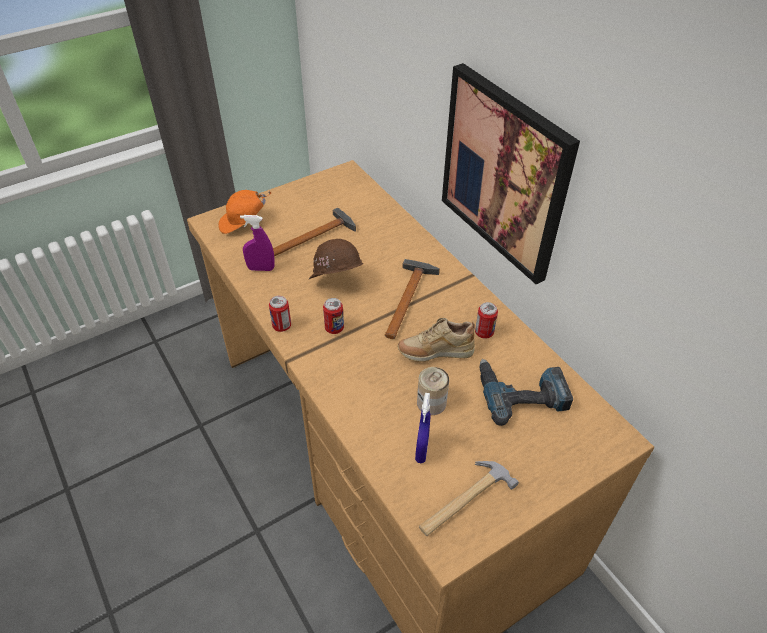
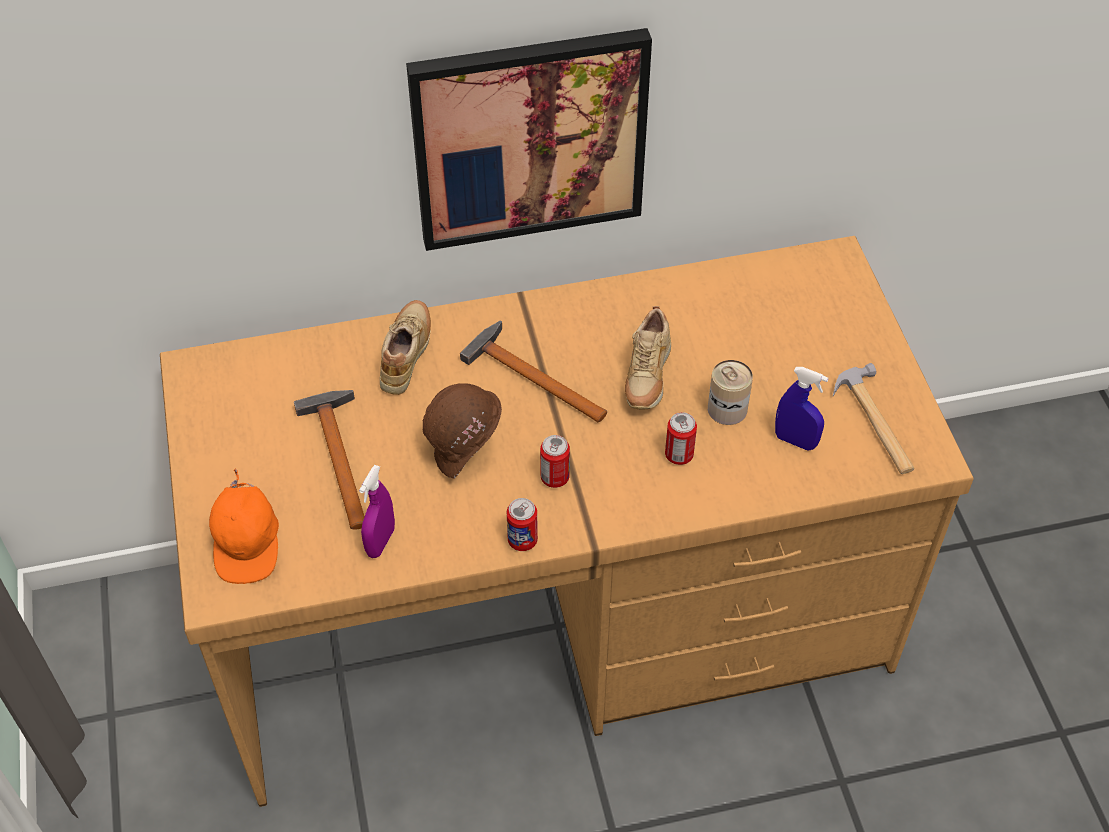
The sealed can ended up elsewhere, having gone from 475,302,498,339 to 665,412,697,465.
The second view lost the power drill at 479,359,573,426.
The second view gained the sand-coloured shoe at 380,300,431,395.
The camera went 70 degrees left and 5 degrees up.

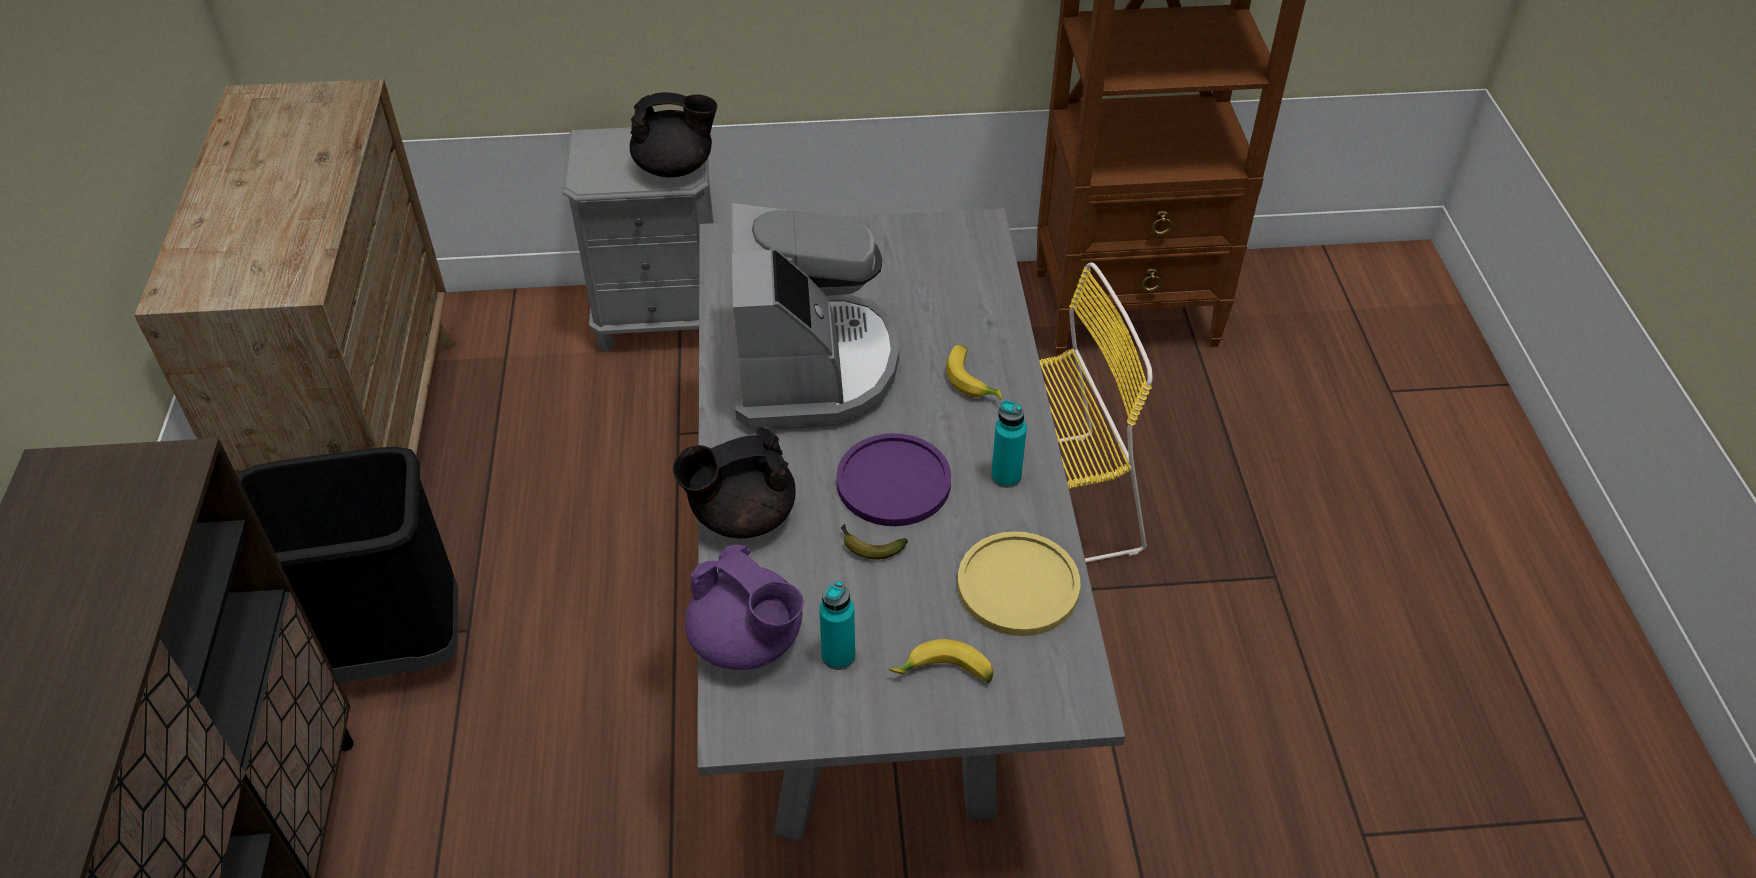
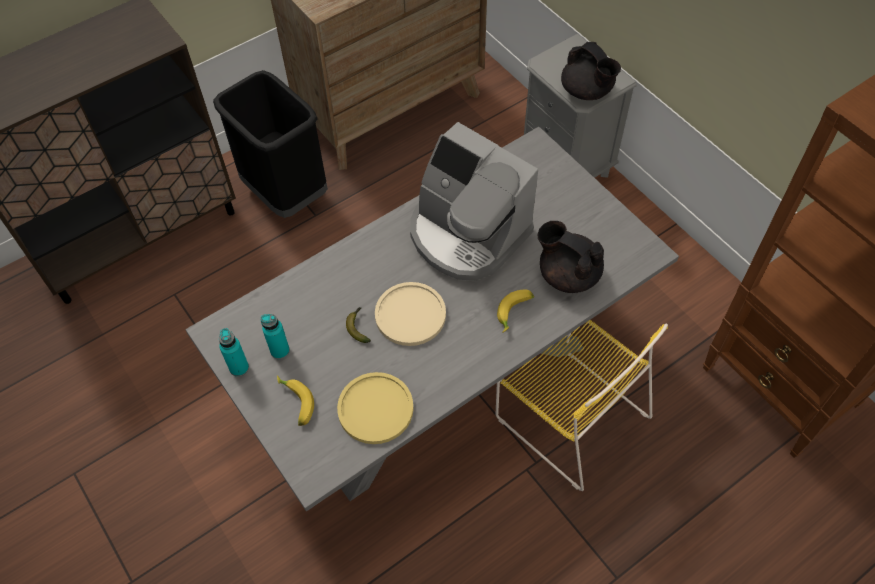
The coffee brewer at 731,203,899,431 ended up facing another way, 75 degrees clockwise from before.
The turquoise bottle ended up elsewhere, having gone from 991,400,1027,488 to 219,328,249,377.
The black-coloured pot for tea ended up elsewhere, having gone from 673,427,796,538 to 537,221,604,293.
What was the purplish plate at 836,433,951,526 turned into the sand-coloured plate at 375,282,446,346.
The second view lost the purplish pot for tea at 685,545,804,670.
The camera went 60 degrees right and 10 degrees up.

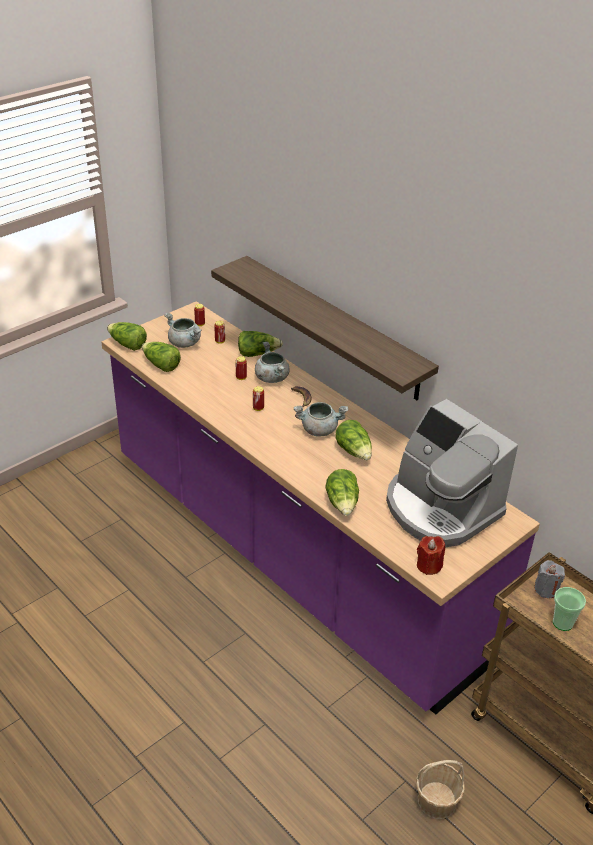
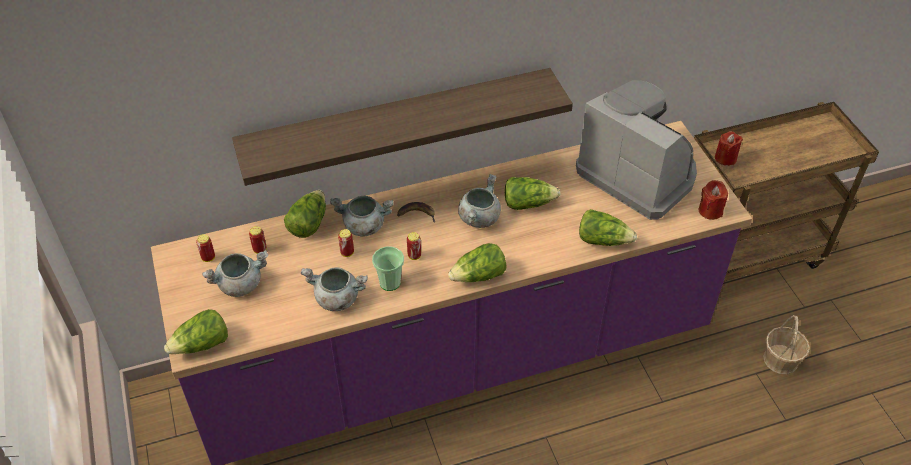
The head of lettuce ended up elsewhere, having gone from 142,342,181,372 to 448,243,507,282.
The coffee brewer at 386,399,518,547 ended up facing another way, 120 degrees counterclockwise from before.
What was the gray wax candle at 534,560,565,598 turned into the red wax candle at 715,131,743,166.
The drinking cup ended up elsewhere, having gone from 553,587,586,631 to 372,247,404,291.
The second view gained the gray saucepot at 301,267,368,311.
The camera went 65 degrees left and 10 degrees up.

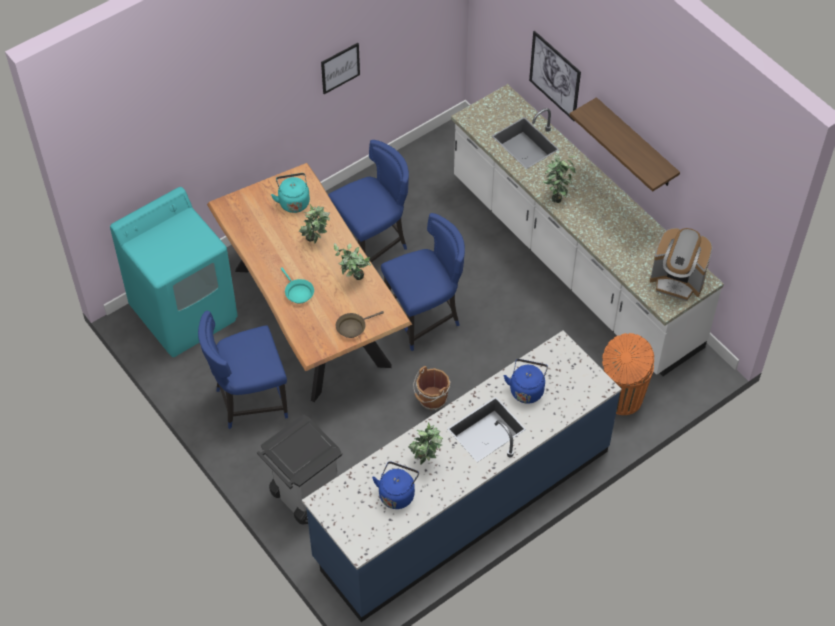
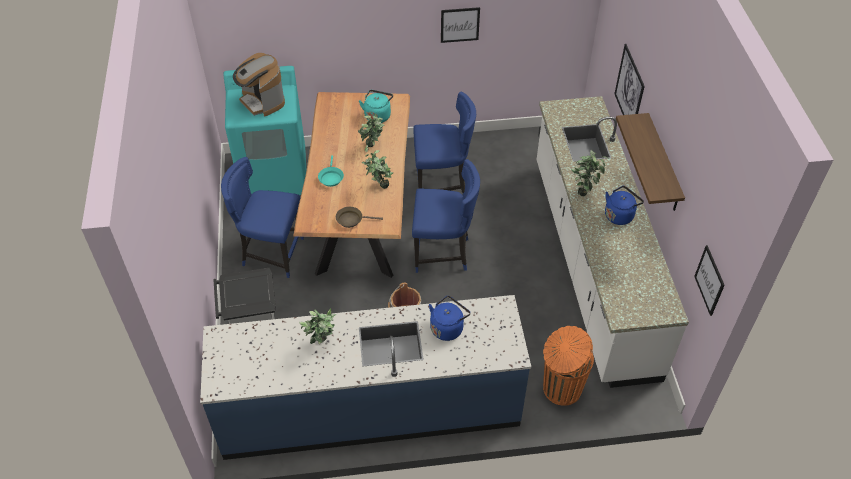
The coffee brewer ended up elsewhere, having gone from 650,228,712,301 to 233,53,285,117.
The blue kettle ended up elsewhere, having gone from 372,461,419,509 to 605,186,644,225.
The second view gained the wall picture at 694,245,725,316.
The camera went 30 degrees right and 5 degrees down.

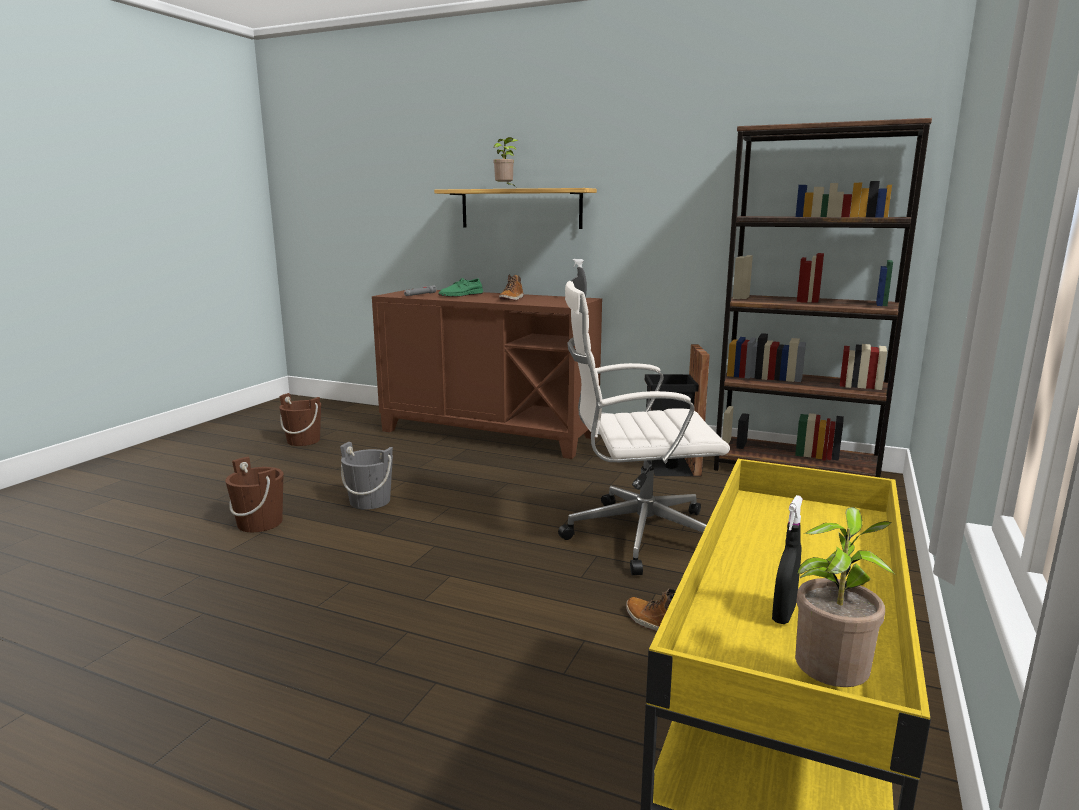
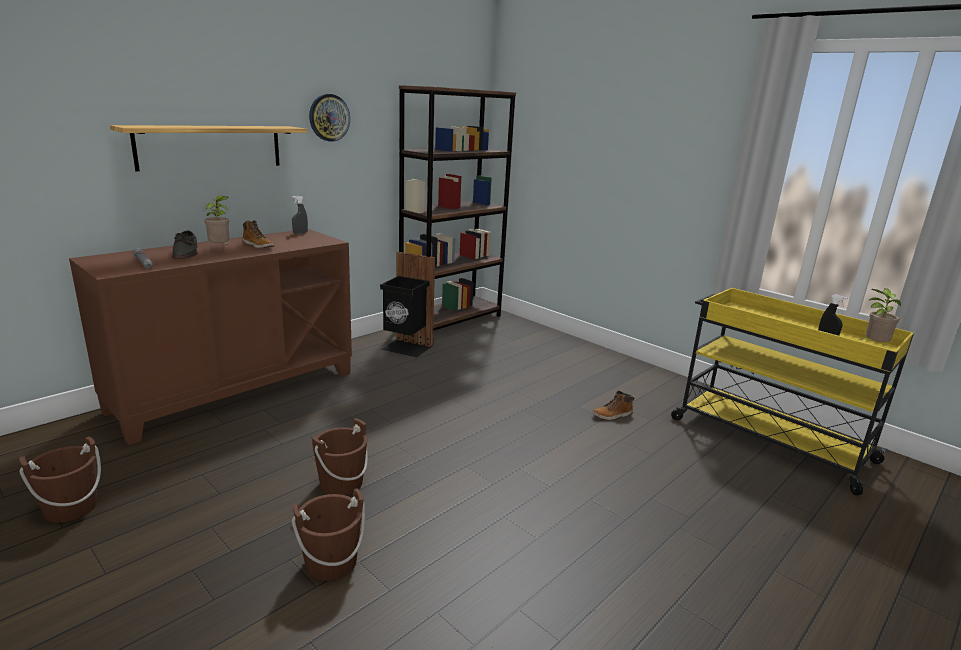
The houseplant ended up elsewhere, having gone from 493,137,518,187 to 203,195,229,246.
What was the greenish shoe at 438,278,483,297 turned into the gray shoe at 172,230,198,259.
The second view lost the white-coloured desk chair at 558,281,730,575.
What was the gray pail at 340,442,393,509 turned into the brownish pail at 312,418,368,495.
The second view gained the hanging clock at 309,94,350,142.
The camera went 70 degrees left and 5 degrees up.

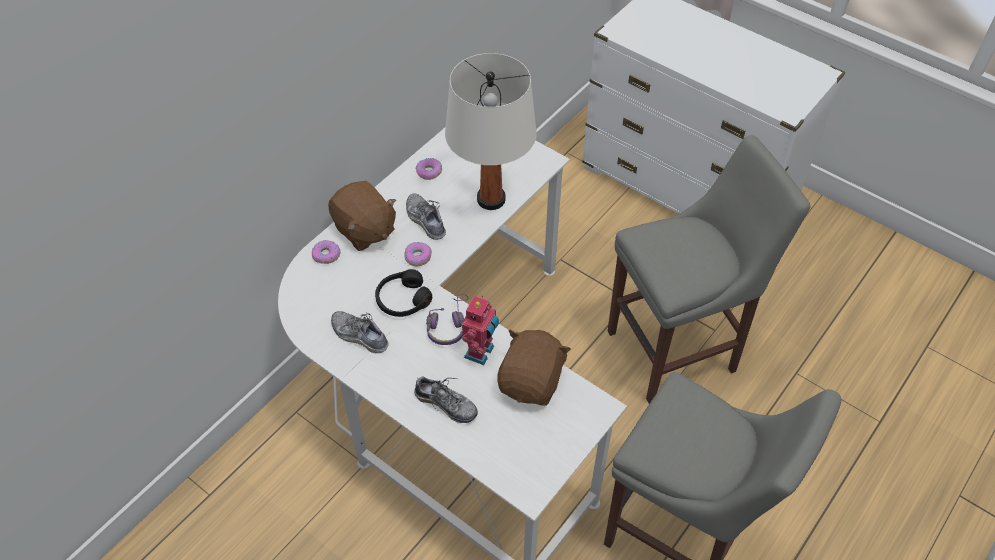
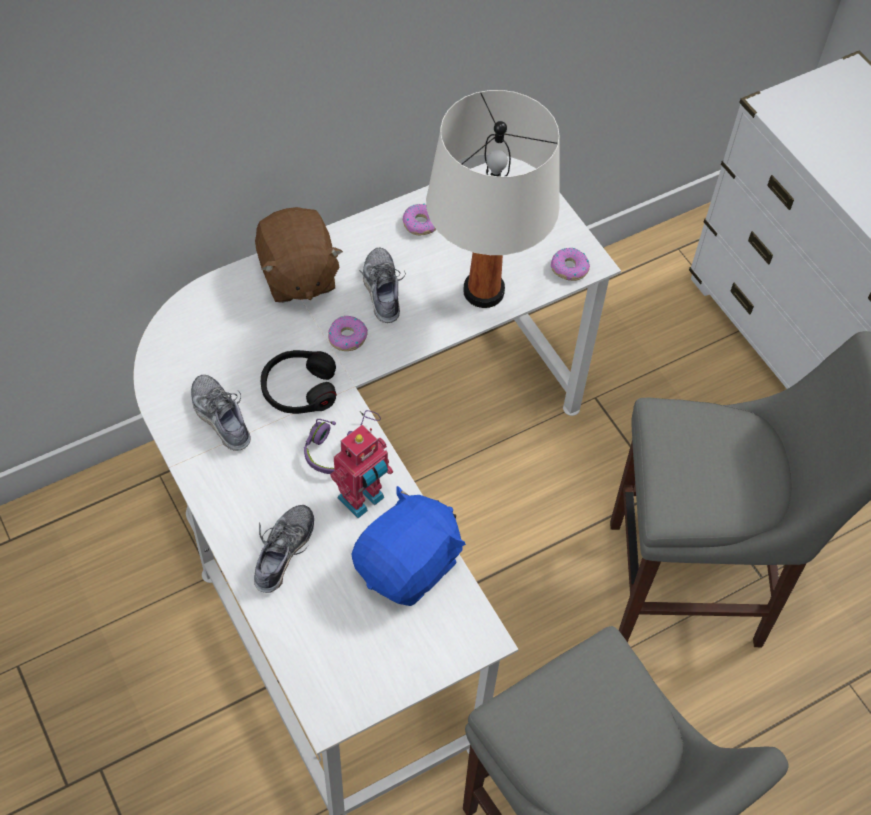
The donut ended up elsewhere, having gone from 312,240,340,264 to 551,248,590,281.
What was the brownish plush toy at 497,330,571,405 turned into the blue plush toy at 352,486,466,606.
The shoe at 414,376,478,423 ended up facing another way, 120 degrees counterclockwise from before.
The camera went 20 degrees right and 5 degrees up.

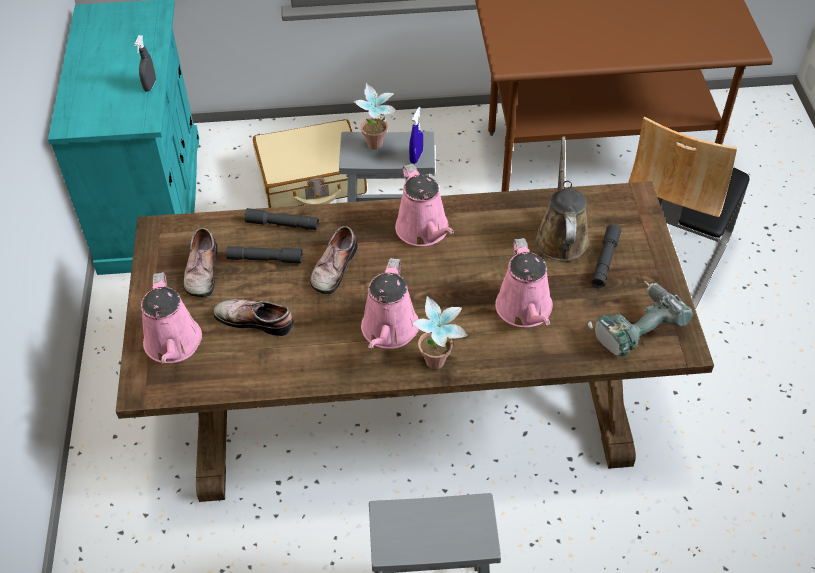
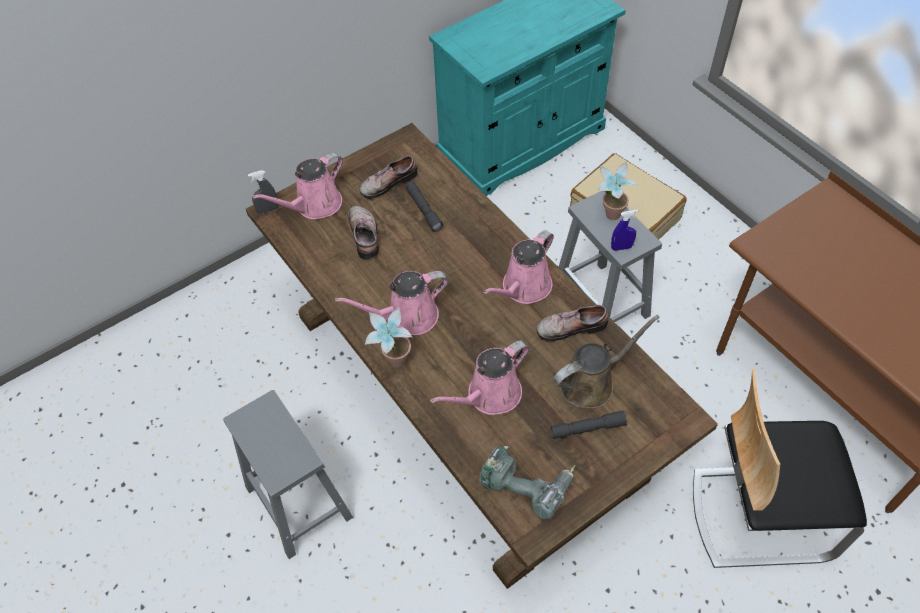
The gray hand sprayer ended up elsewhere, having gone from 134,35,156,92 to 248,170,278,214.
The second view lost the gray torch at 244,208,319,230.
The shoe ended up elsewhere, having gone from 310,226,358,294 to 537,305,608,341.
The camera went 60 degrees right and 5 degrees up.

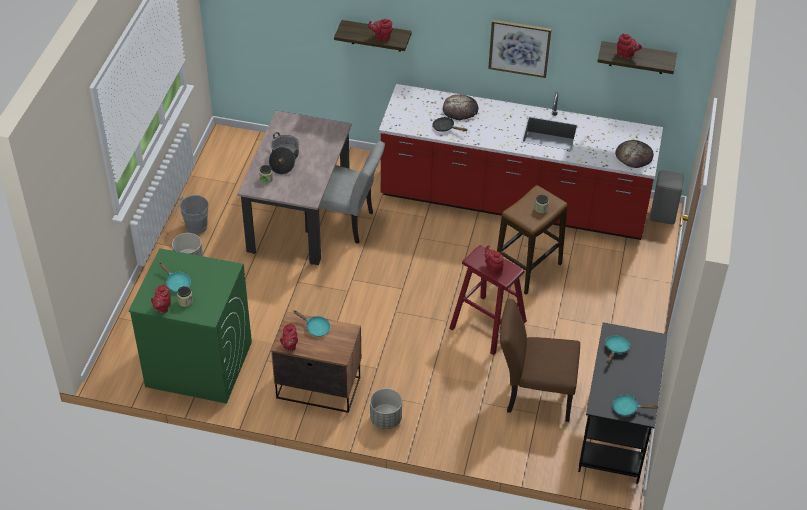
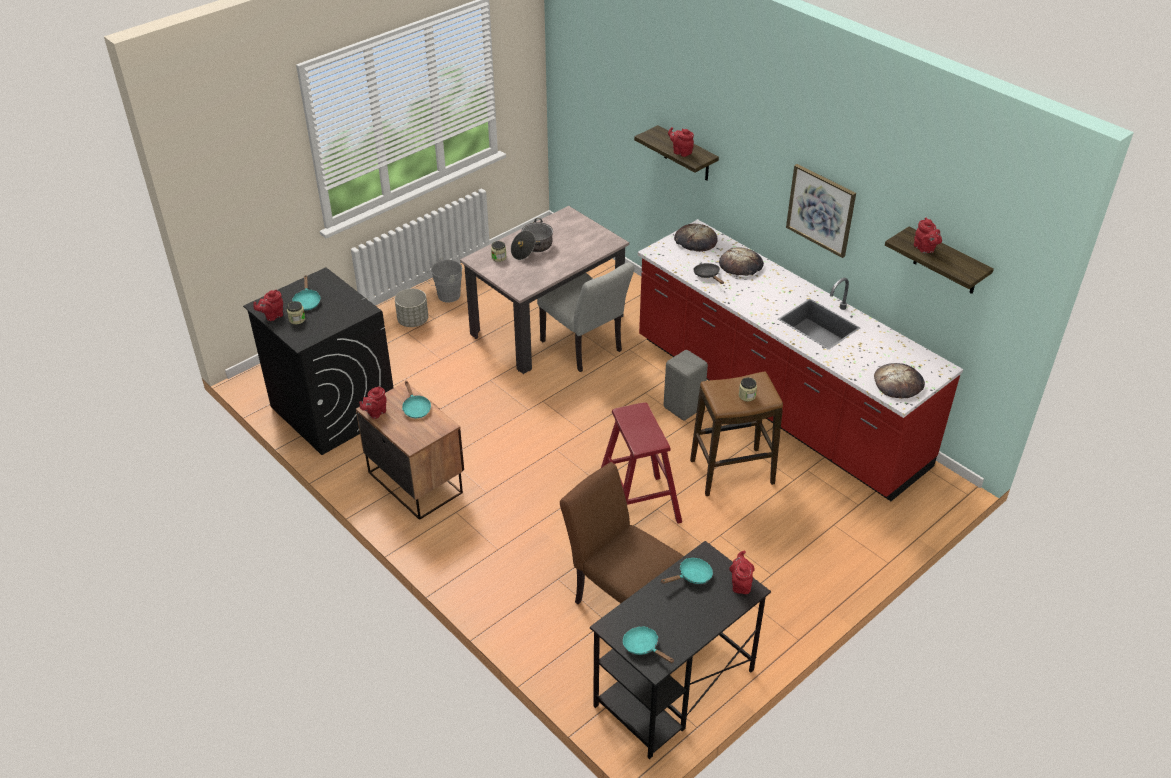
The gray stool seat ended up elsewhere, having gone from 650,170,684,225 to 664,350,708,420.
The red pot for tea ended up elsewhere, having gone from 484,245,504,274 to 729,551,755,594.
What was the greenish laundry machine at 129,248,252,404 turned into the black-coloured laundry machine at 243,267,394,455.
The second view lost the gray plant pot at 370,388,402,429.
The second view gained the bread at 674,224,717,252.
The camera went 35 degrees right and 5 degrees down.

